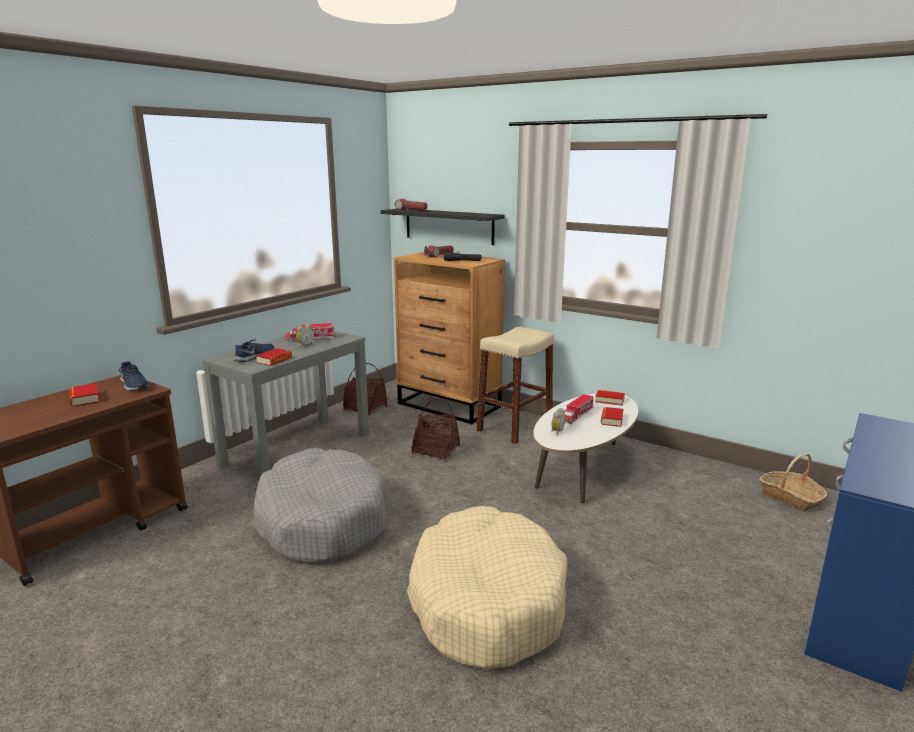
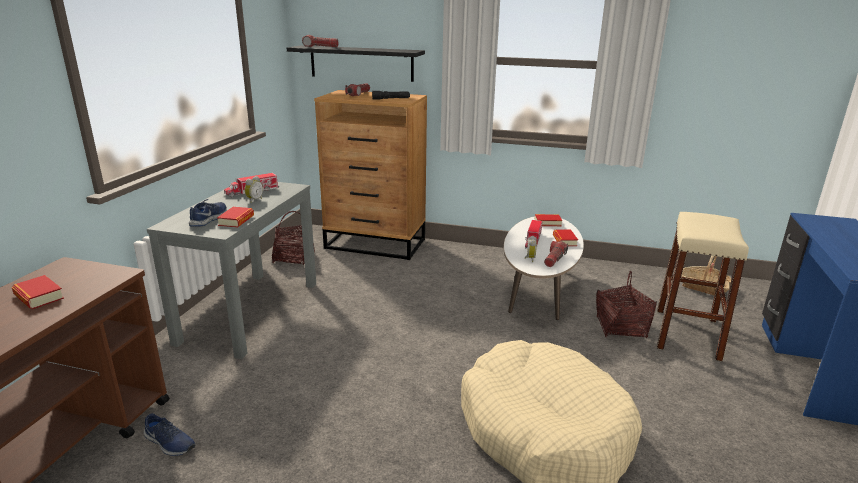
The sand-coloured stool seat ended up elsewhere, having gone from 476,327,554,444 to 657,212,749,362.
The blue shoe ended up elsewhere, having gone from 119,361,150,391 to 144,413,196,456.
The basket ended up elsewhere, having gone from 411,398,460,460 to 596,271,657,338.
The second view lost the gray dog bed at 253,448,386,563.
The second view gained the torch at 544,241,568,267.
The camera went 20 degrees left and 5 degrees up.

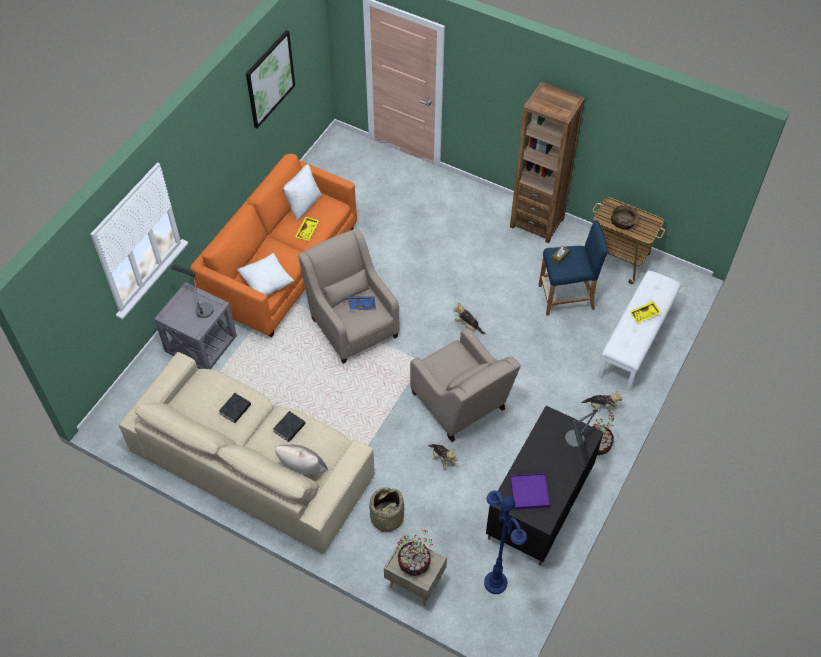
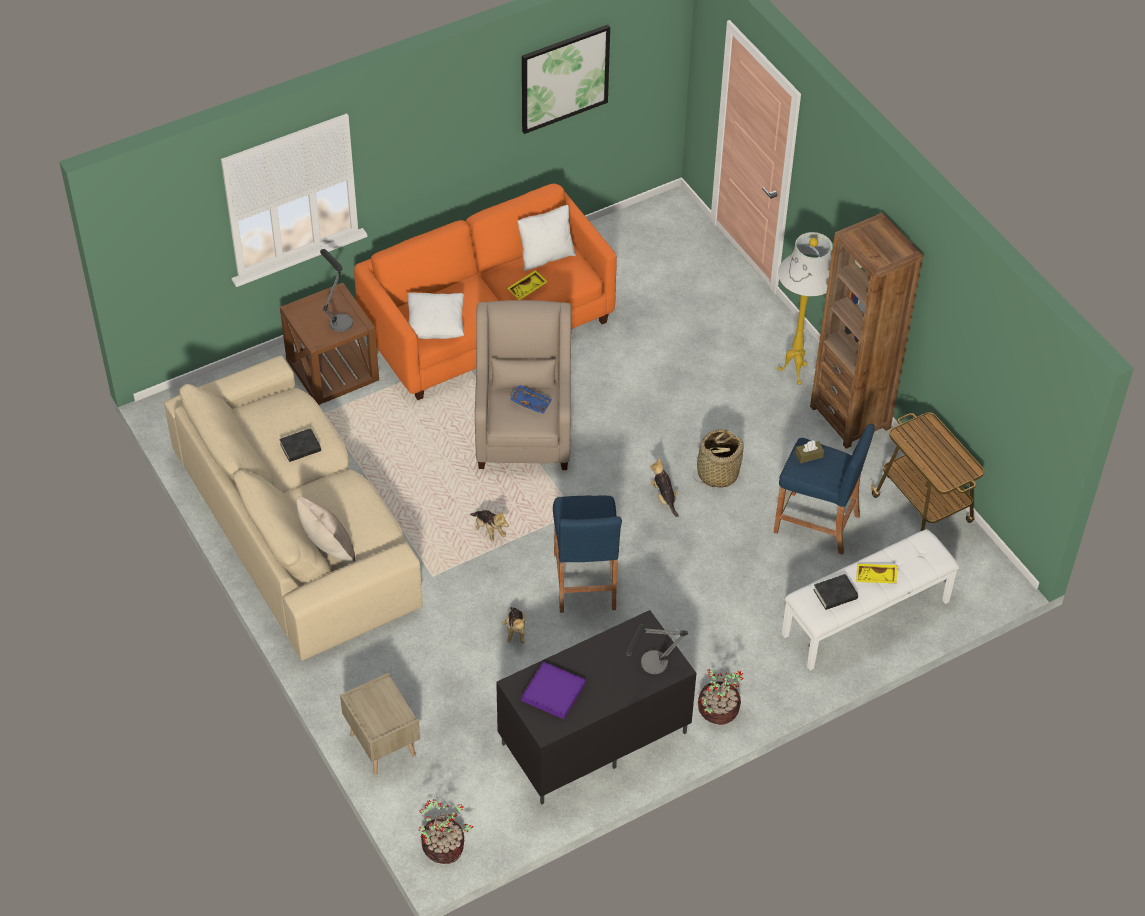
The second view lost the brownish serving bowl at 611,205,639,229.
What was the gray accent table at 154,282,237,369 turned into the brownish accent table at 280,283,379,405.
Where the sand-coloured armchair stood at 410,328,521,442, the blue stool seat came to stand at 553,495,622,613.
The plush toy ended up elsewhere, having gone from 581,391,622,414 to 470,510,509,542.
The black-coloured volume ended up elsewhere, having gone from 273,411,306,442 to 813,574,858,610.
The basket ended up elsewhere, having gone from 369,487,404,534 to 693,429,744,487.
The second view lost the blue standing lamp at 484,491,527,594.
The houseplant ended up elsewhere, having gone from 396,529,433,576 to 419,799,473,864.
The second view gained the white-coloured standing lamp at 777,232,833,385.
The camera went 30 degrees right and 5 degrees down.

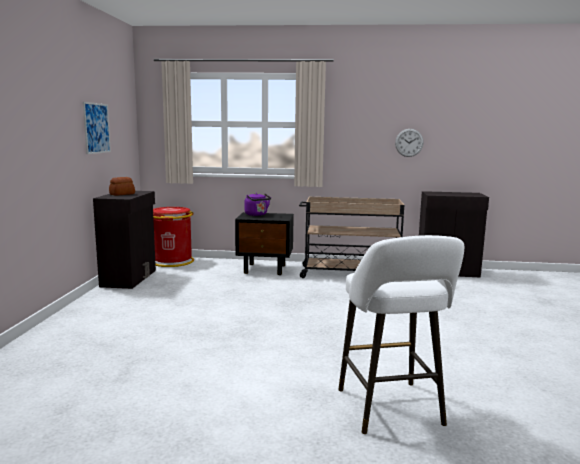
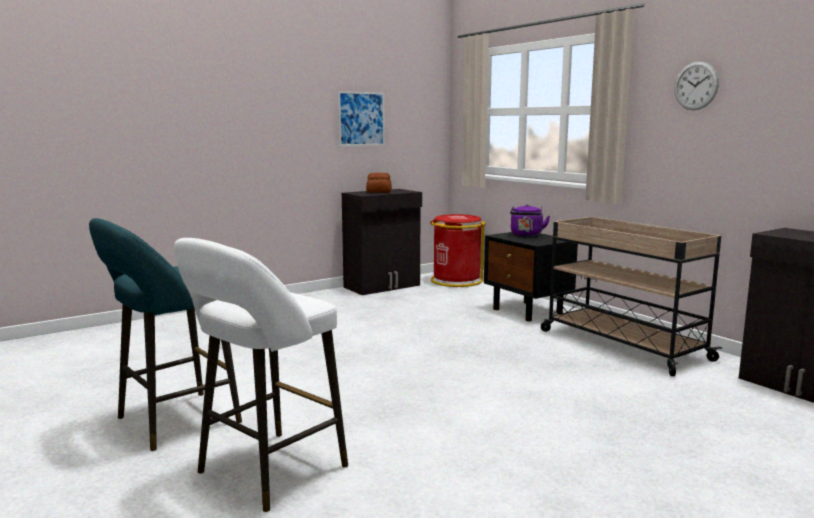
The hanging clock ended up elsewhere, having gone from 395,129,424,157 to 675,61,719,110.
The second view gained the turquoise stool seat at 89,218,242,451.
The camera went 50 degrees right and 0 degrees up.

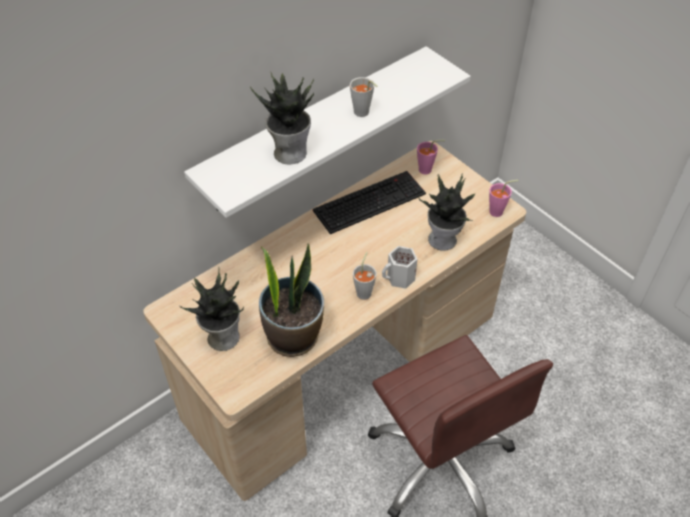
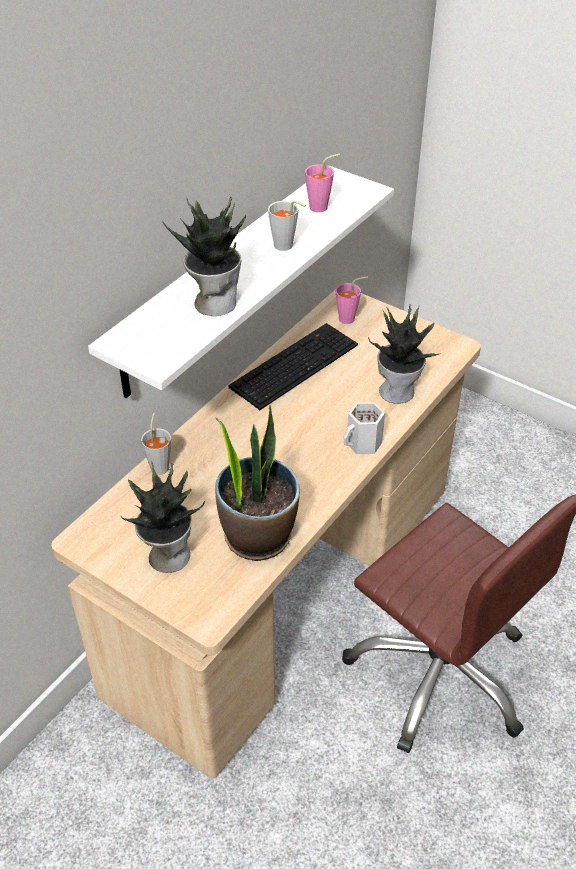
The pink-coloured drinking cup ended up elsewhere, having gone from 489,180,519,217 to 305,154,340,212.
The gray drinking cup ended up elsewhere, having gone from 353,252,377,300 to 141,413,171,475.
The camera went 15 degrees left and 5 degrees down.

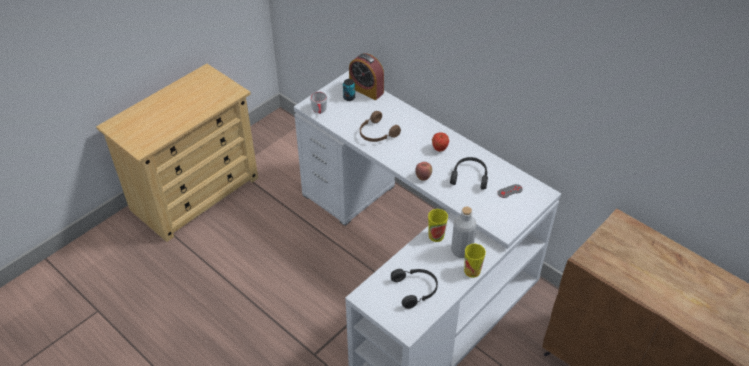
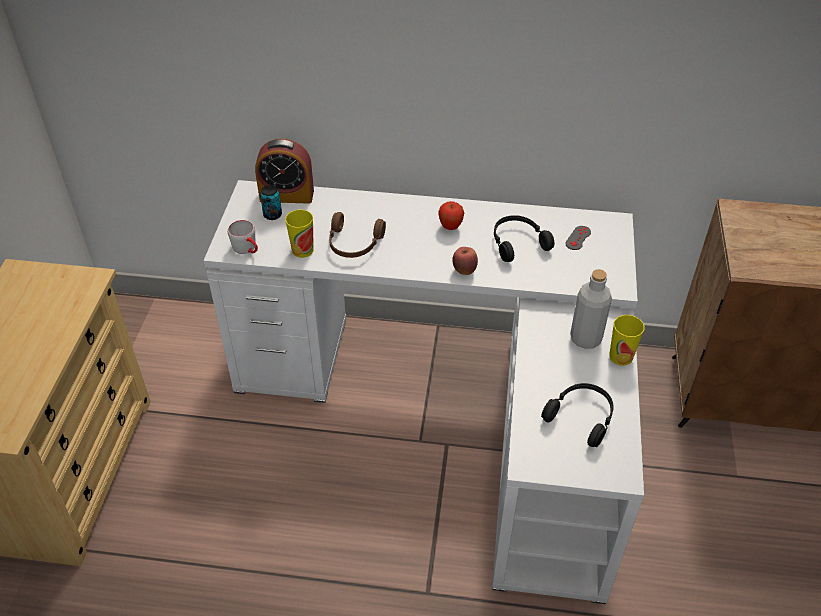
The drinking cup ended up elsewhere, having gone from 428,209,448,242 to 285,210,314,258.
The camera went 35 degrees left and 0 degrees up.

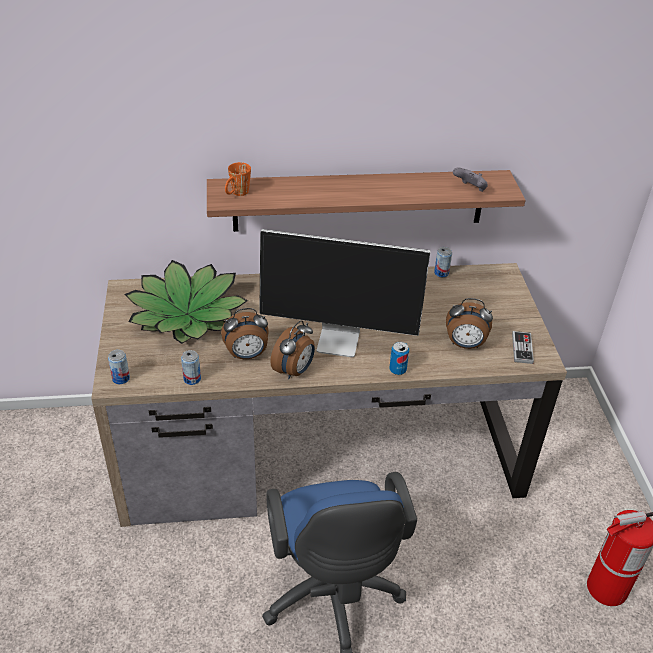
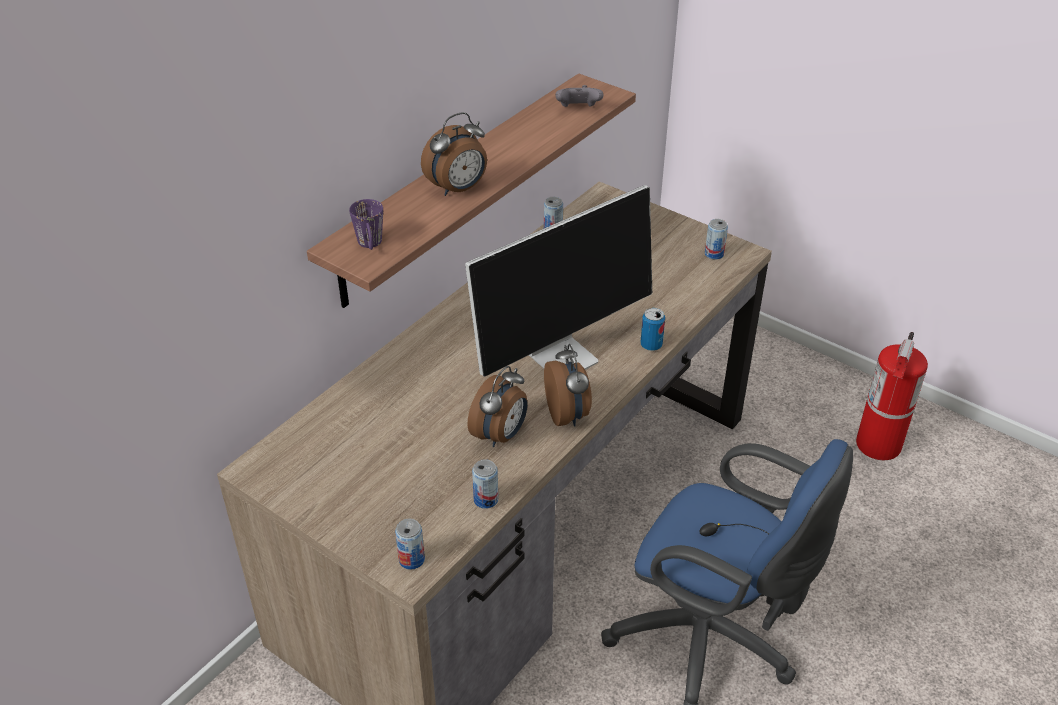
What was the orangey coffee mug at 225,162,251,196 turned into the purplish coffee mug at 349,199,383,250.
The second view lost the houseplant at 124,260,248,344.
The bedside clock ended up elsewhere, having gone from 446,298,493,349 to 421,112,487,196.
Where the gamepad stood at 512,331,534,364, the sealed can came to stand at 705,219,728,260.
The camera went 45 degrees left and 0 degrees up.

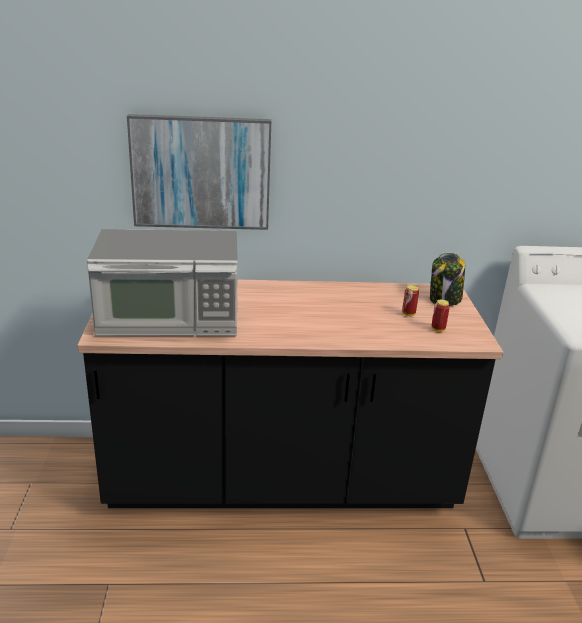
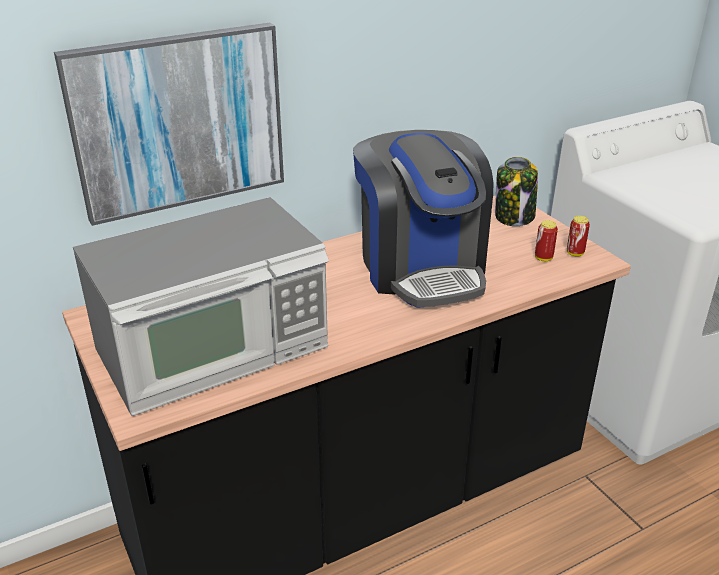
The sealed can ended up elsewhere, having gone from 402,285,419,316 to 567,216,590,256.
The second view gained the coffee brewer at 353,130,493,308.
The camera went 25 degrees left and 5 degrees up.

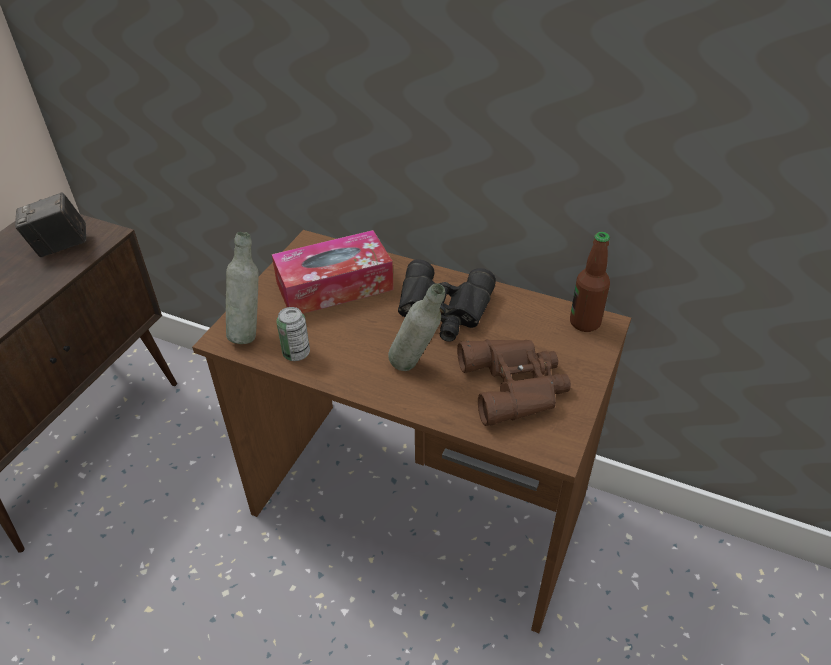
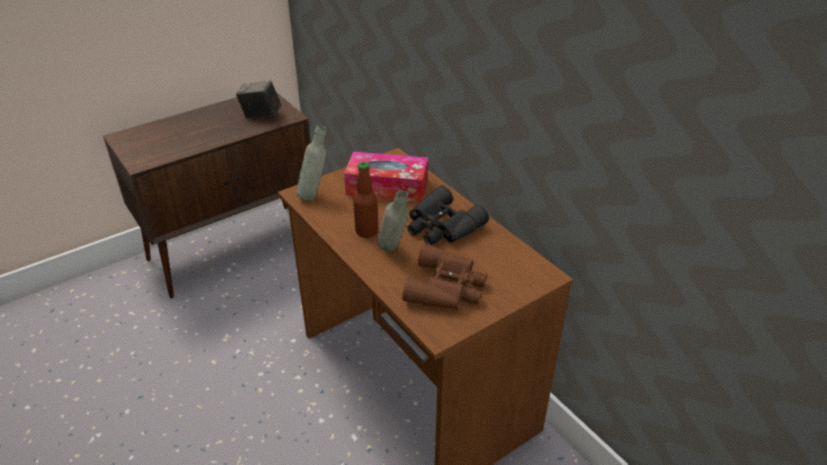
The bottle ended up elsewhere, having gone from 570,232,610,332 to 353,162,379,238.
The second view lost the sealed can at 276,307,310,361.
The camera went 30 degrees right and 5 degrees down.

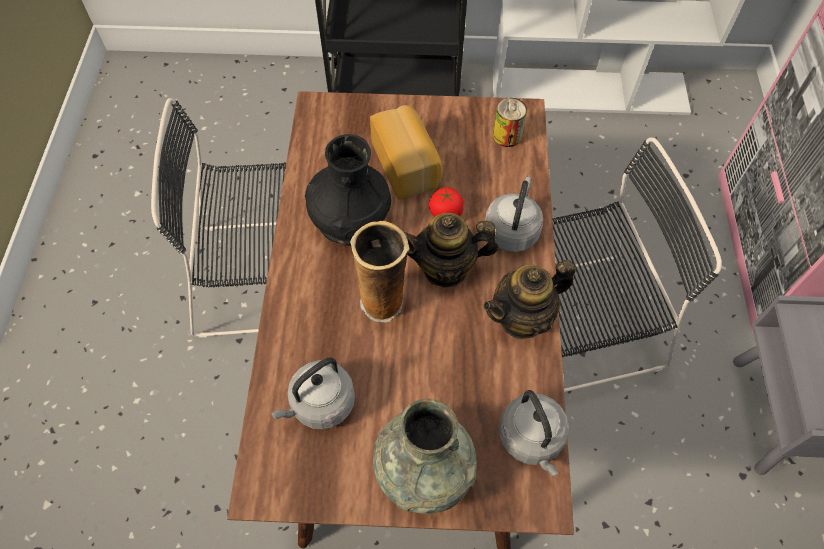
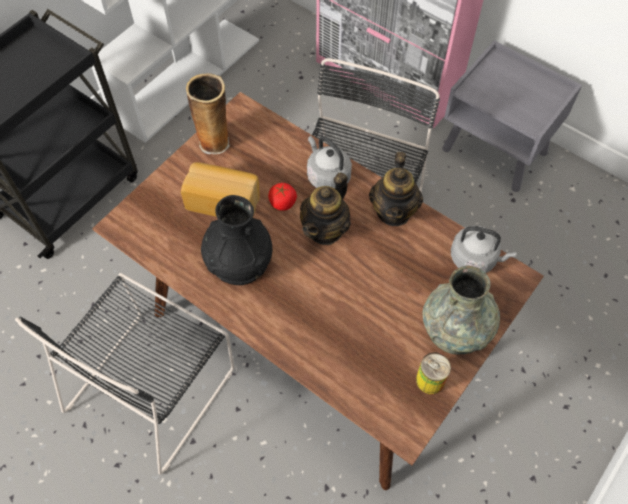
The sealed can ended up elsewhere, having gone from 493,98,527,147 to 416,353,451,394.
The vase ended up elsewhere, having gone from 350,221,409,323 to 186,73,230,154.
The second view lost the gray kettle at 271,357,355,430.
The camera went 55 degrees left and 0 degrees up.

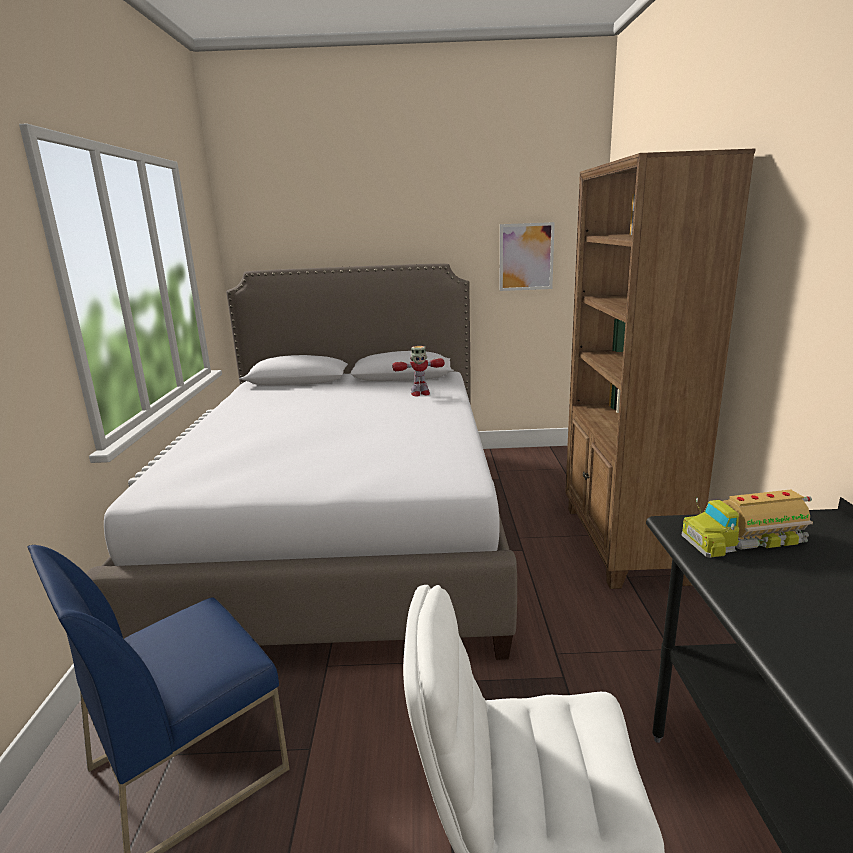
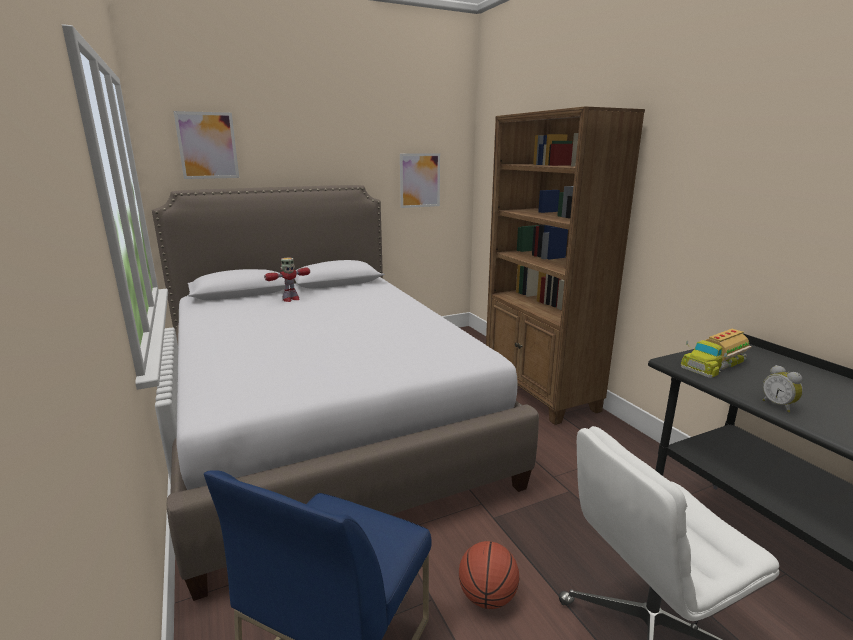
The toy robot ended up elsewhere, having gone from 392,346,445,397 to 264,257,310,302.
The second view gained the wall picture at 174,111,239,179.
The second view gained the bedside clock at 763,365,803,412.
The second view gained the basketball ball at 459,541,519,609.
The camera went 25 degrees left and 0 degrees up.

